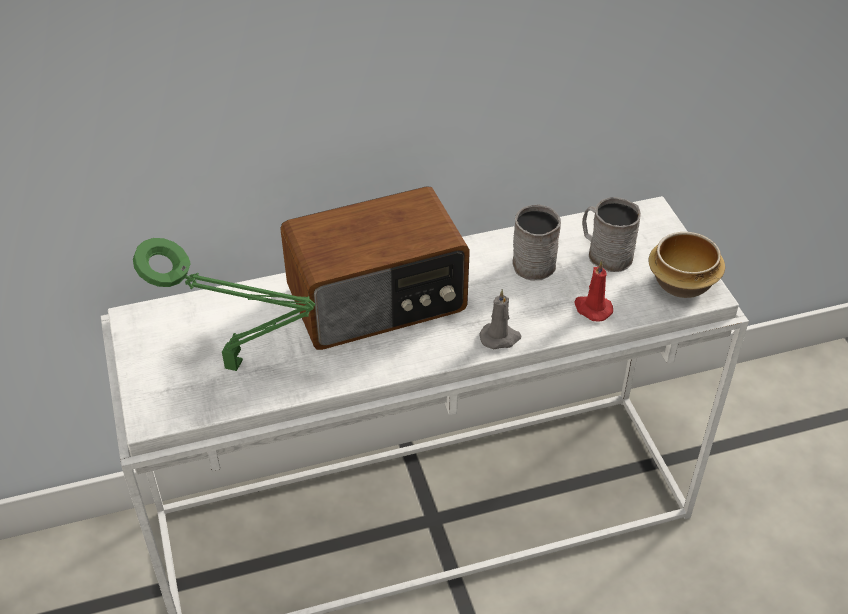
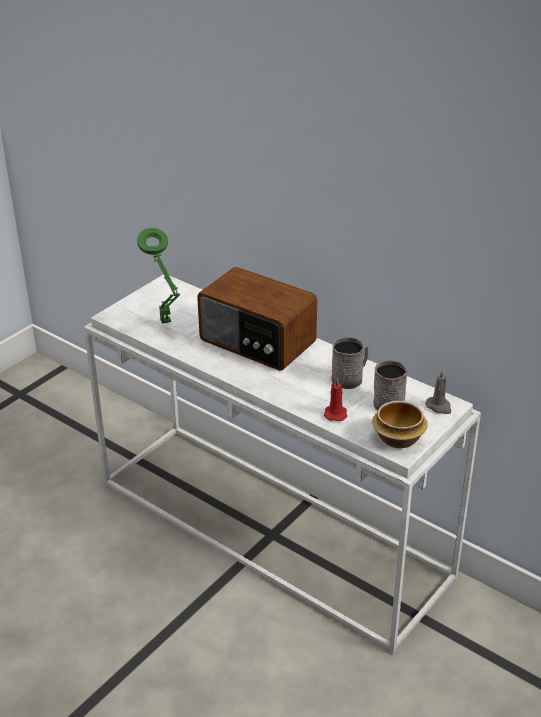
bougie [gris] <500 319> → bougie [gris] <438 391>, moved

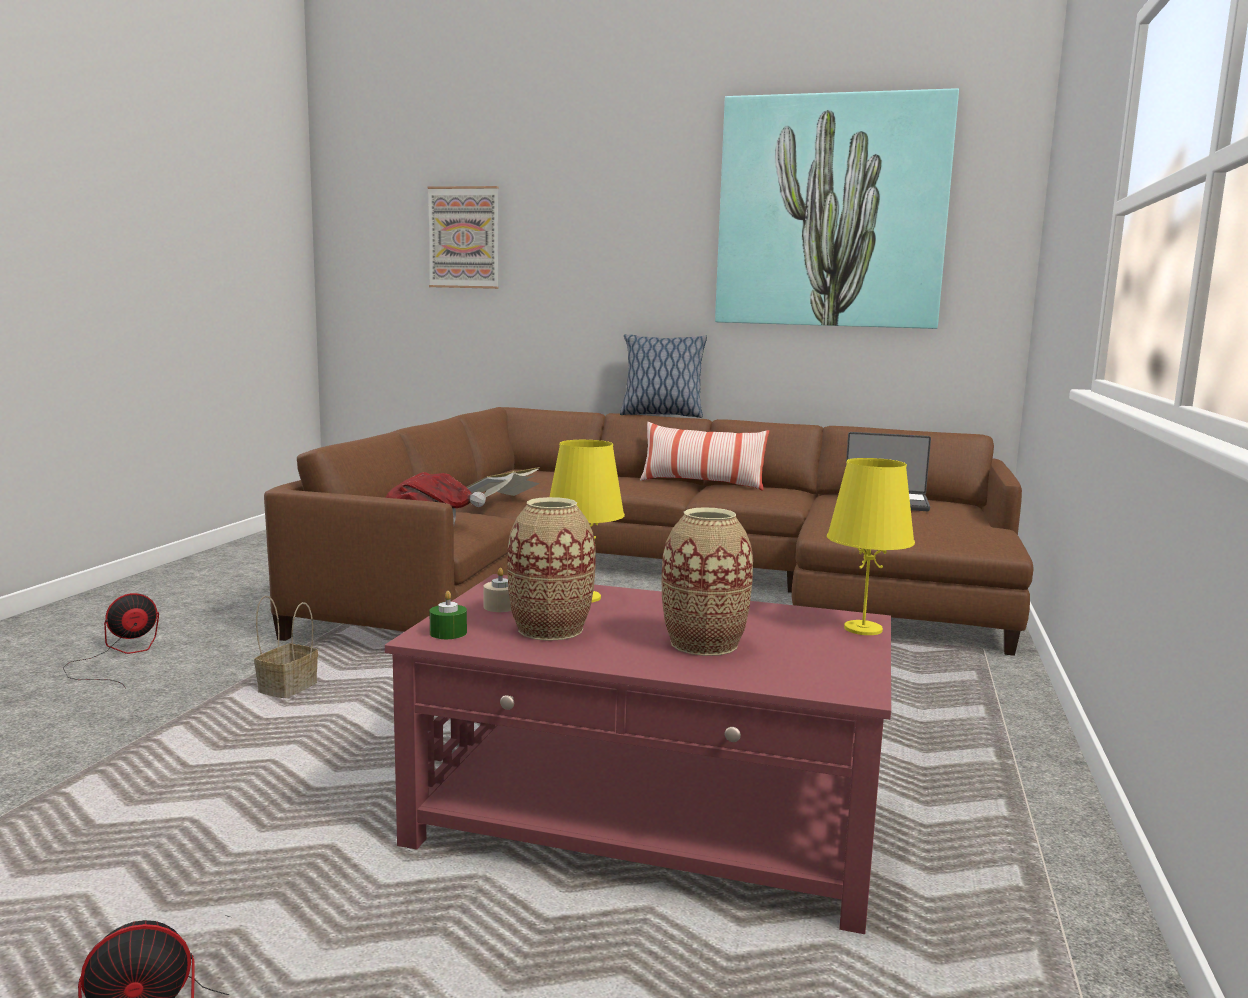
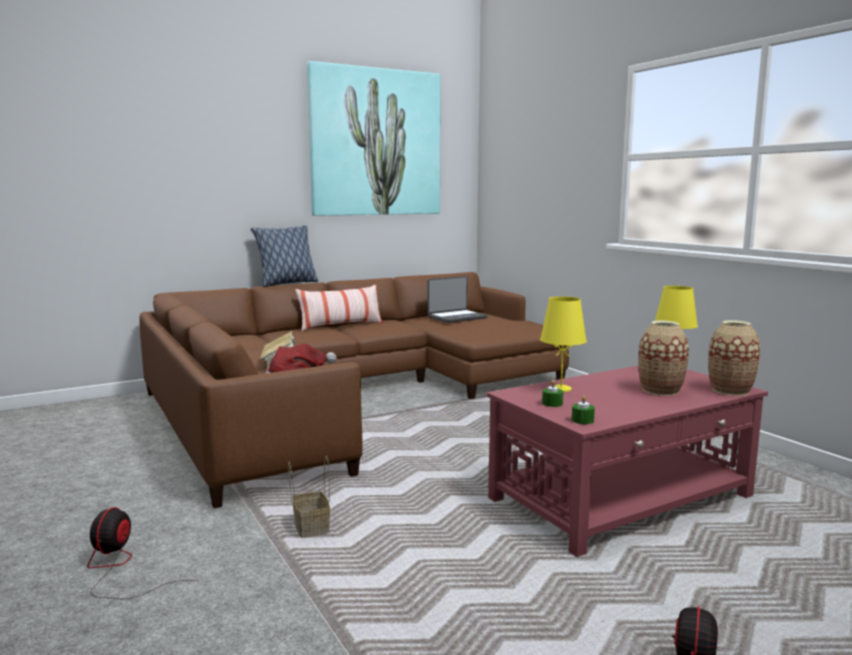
bougie [beige] <497 590> → bougie [vert] <552 393>
vase <551 569> → vase <734 358>, moved
tableau <463 237> → -

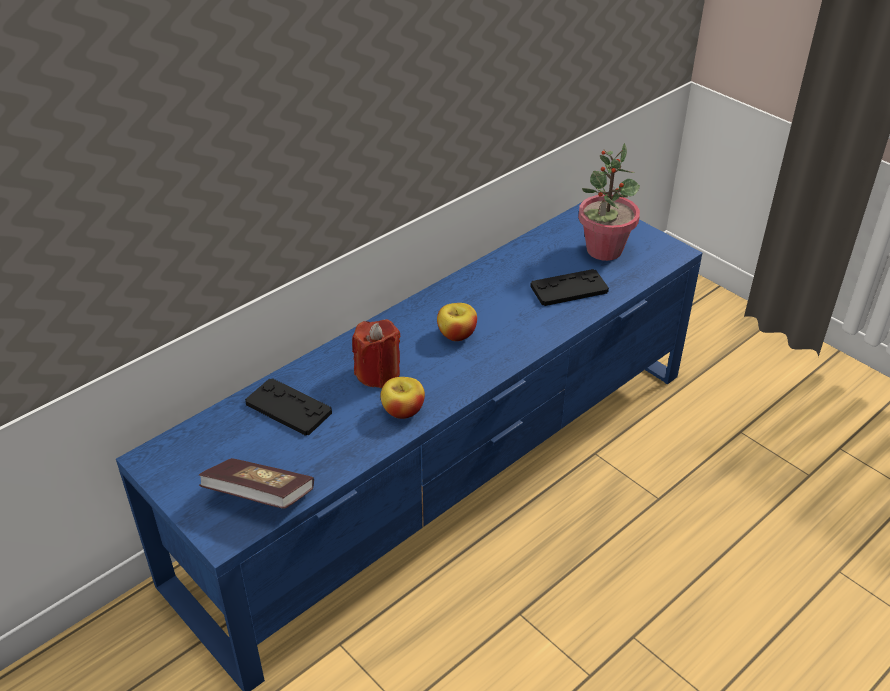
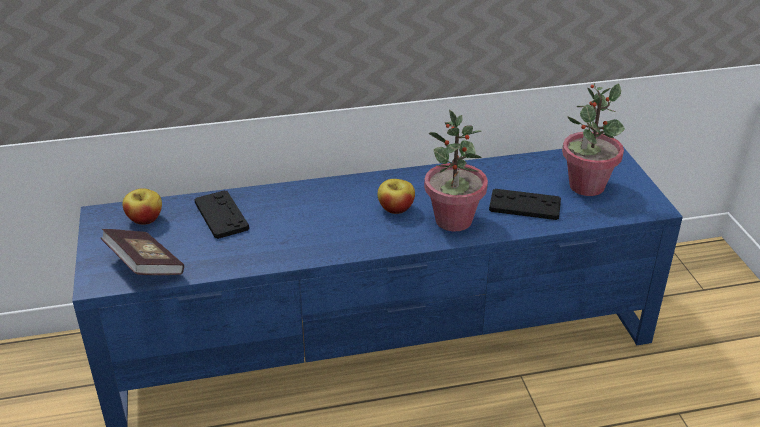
pomme <402 398> → pomme <142 206>, moved
- → plante en pot <456 171>
bougie [rouge] <376 353> → -

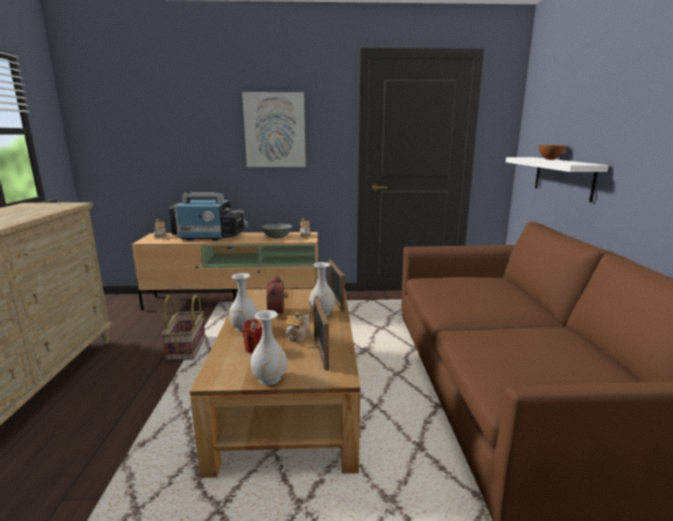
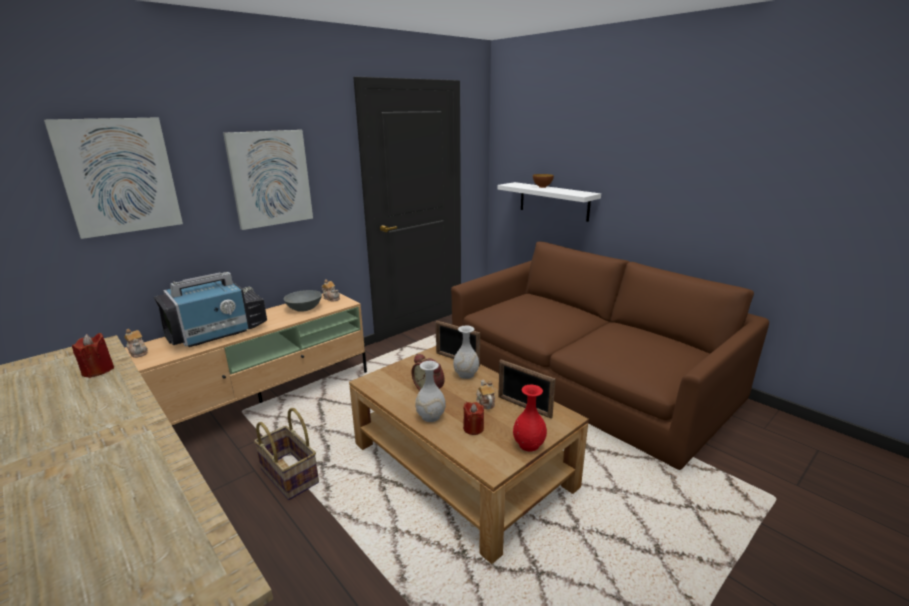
- → tableau <113 178>
- → bougie [rouge] <93 355>
vase [blanc] <269 347> → vase [rouge] <530 418>

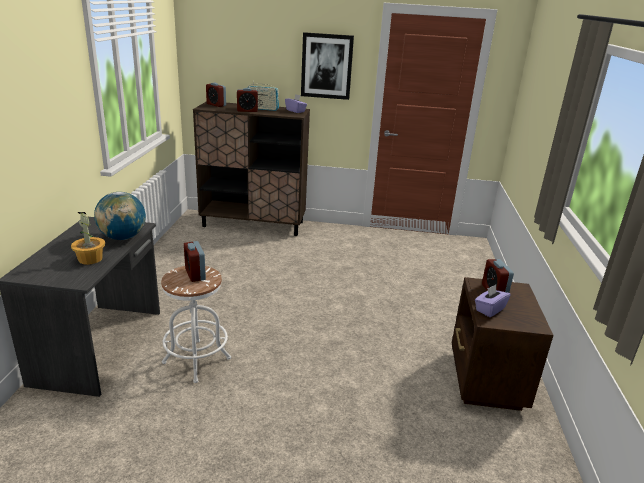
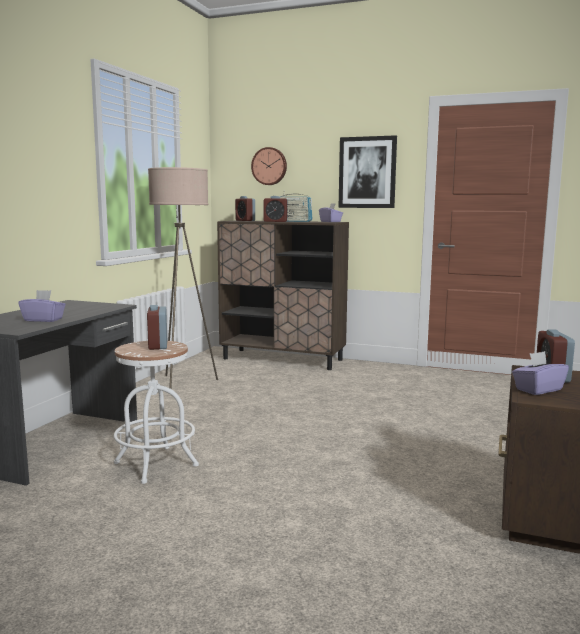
plante en pot <88 238> → boîte à mouchoirs [violet] <42 306>
- → lampadaire [beige] <183 278>
- → horloge murale <269 166>
globe <120 216> → -

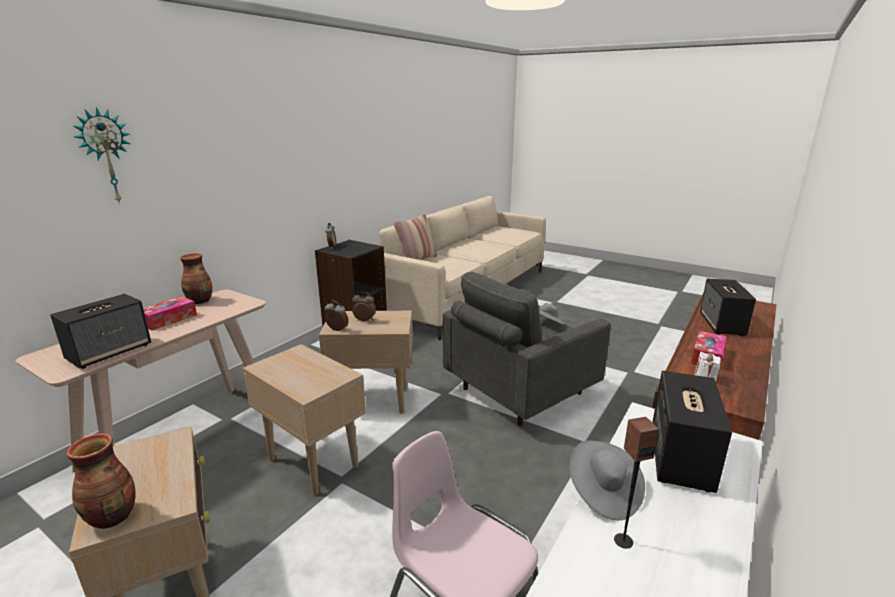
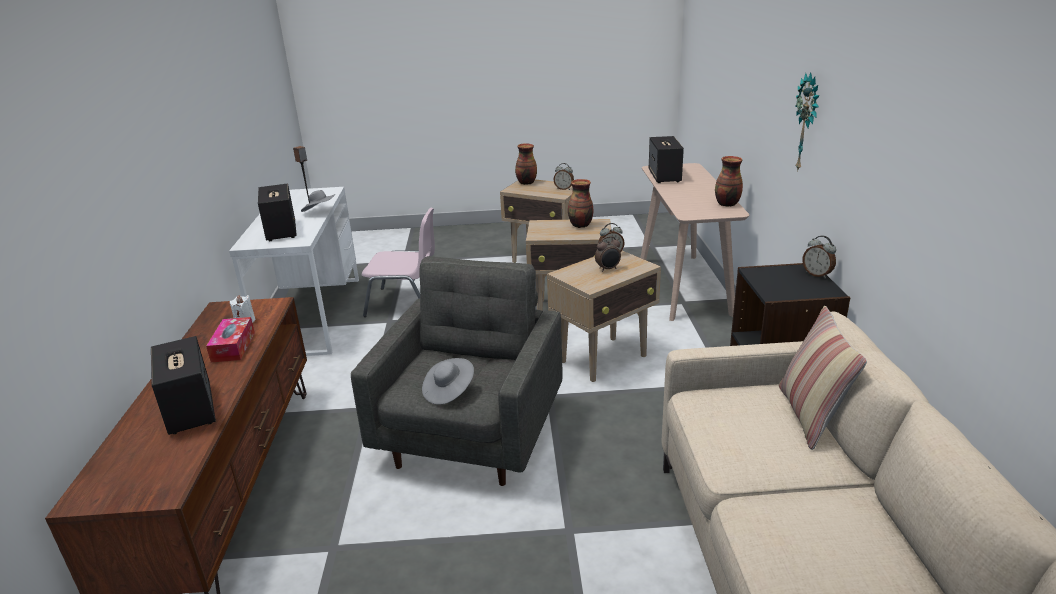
- → réveil <564 176>
- → vase <580 203>
horloge murale <101 155> → horloge murale <807 122>, moved
boîte à mouchoirs <170 313> → -

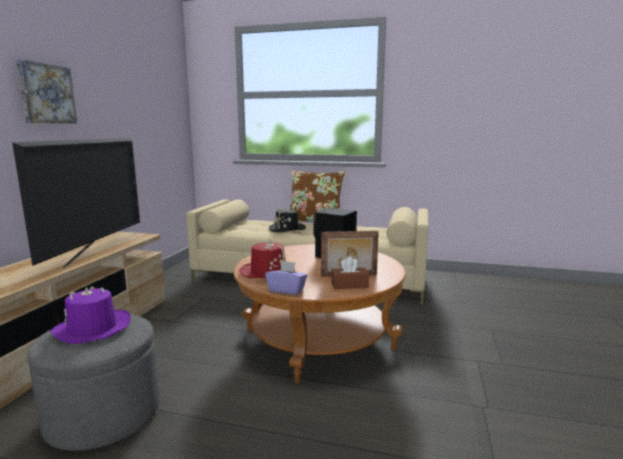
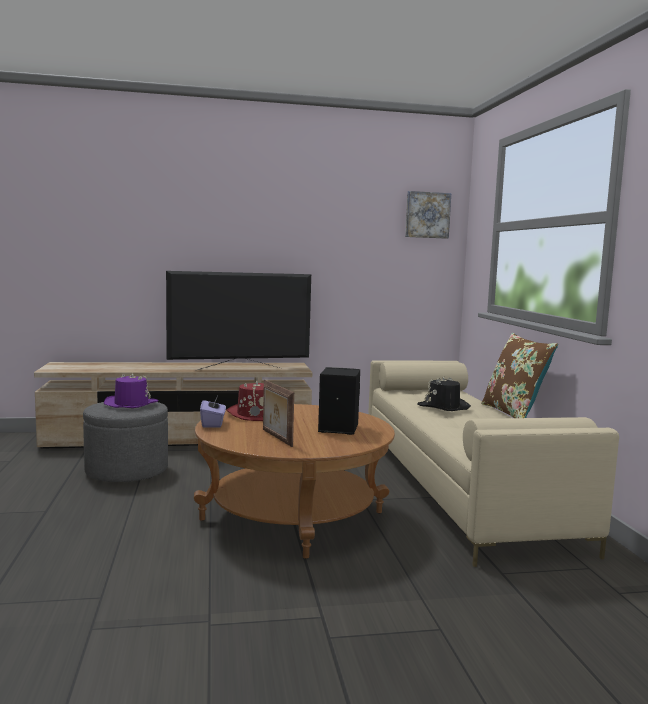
tableau <46 92> → tableau <428 215>, moved
boîte à mouchoirs [marron] <350 273> → -

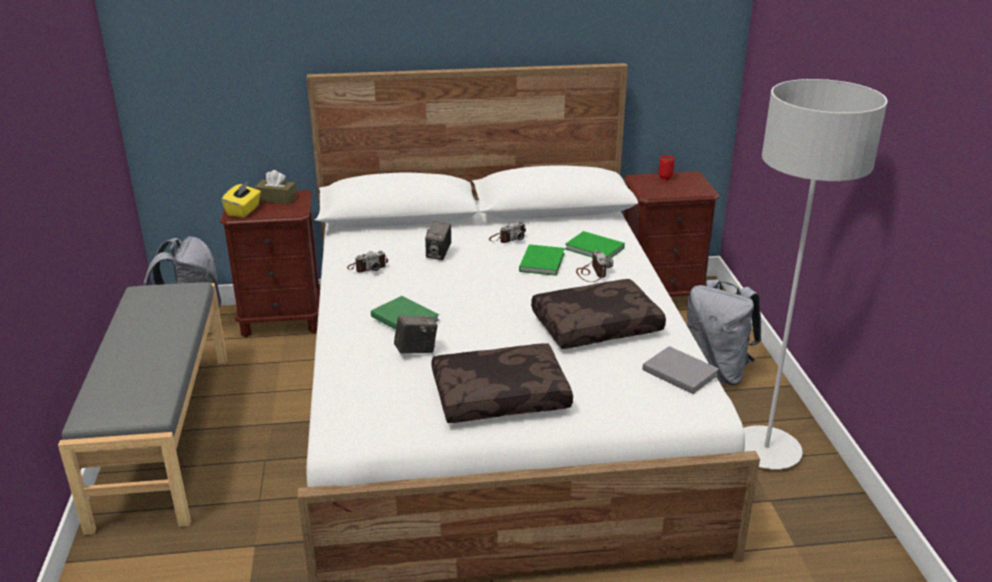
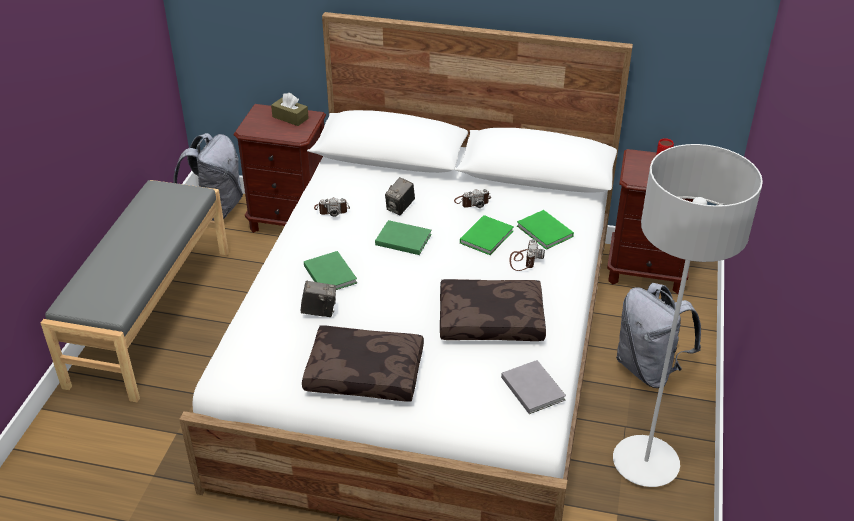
- → livre [vert] <403 237>
boîte à mouchoirs [jaune] <241 199> → -

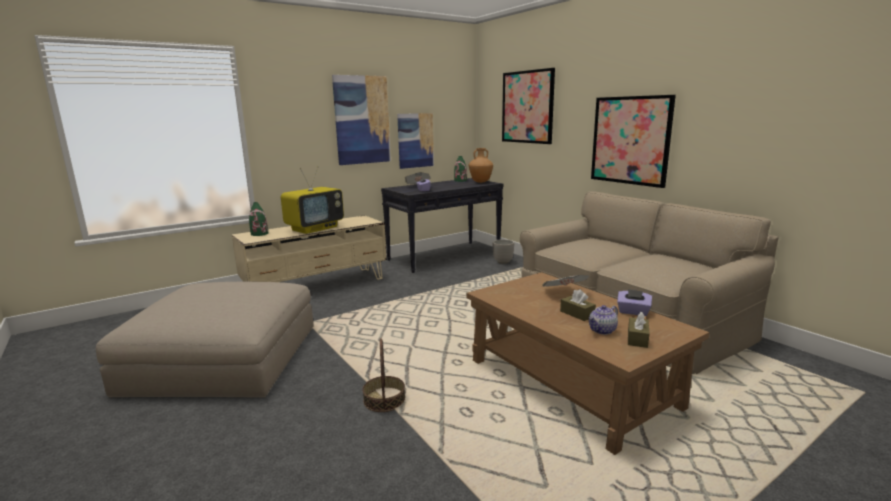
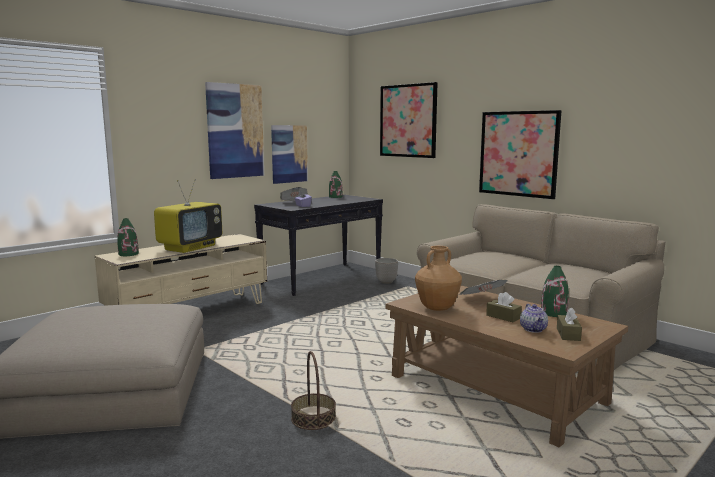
vase [marron] <481 165> → vase [marron] <438 278>, moved
théière <603 320> → théière <534 318>, 45 degrees counterclockwise
boîte à mouchoirs [violet] <634 302> → vase [vert] <555 291>

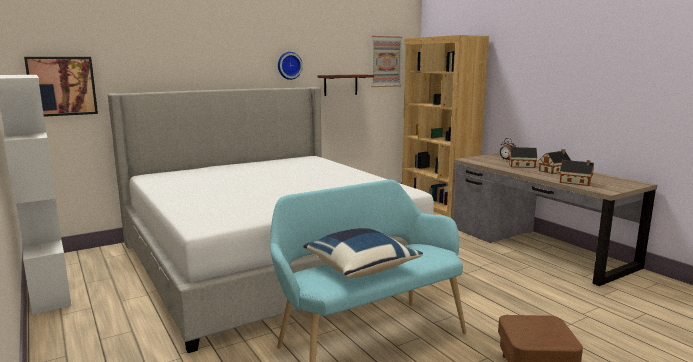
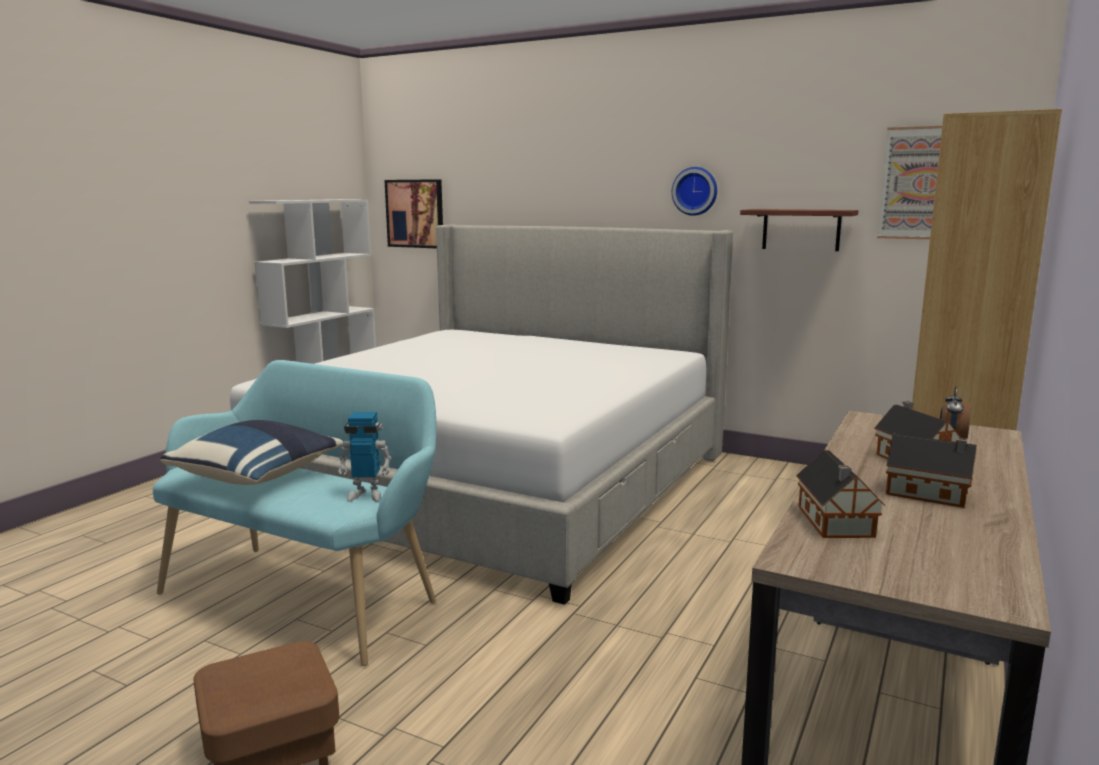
- → robot jouet <364 457>

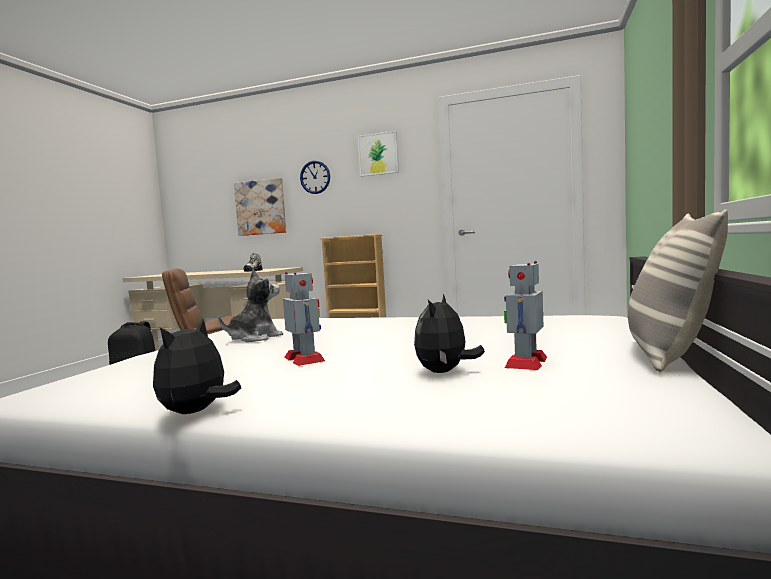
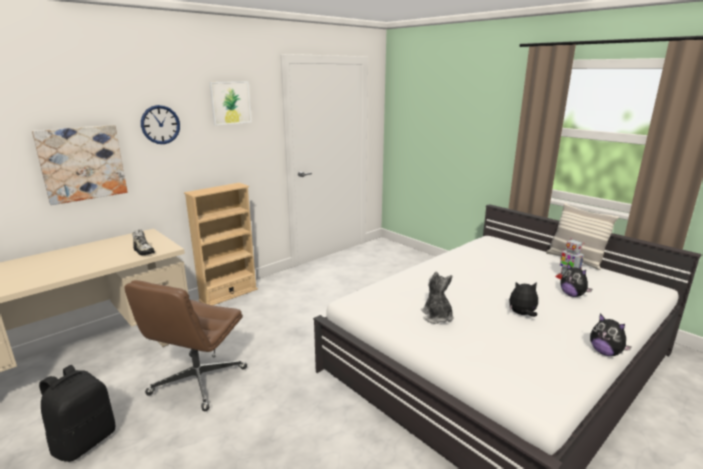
robot jouet <304 319> → peluche <523 299>

